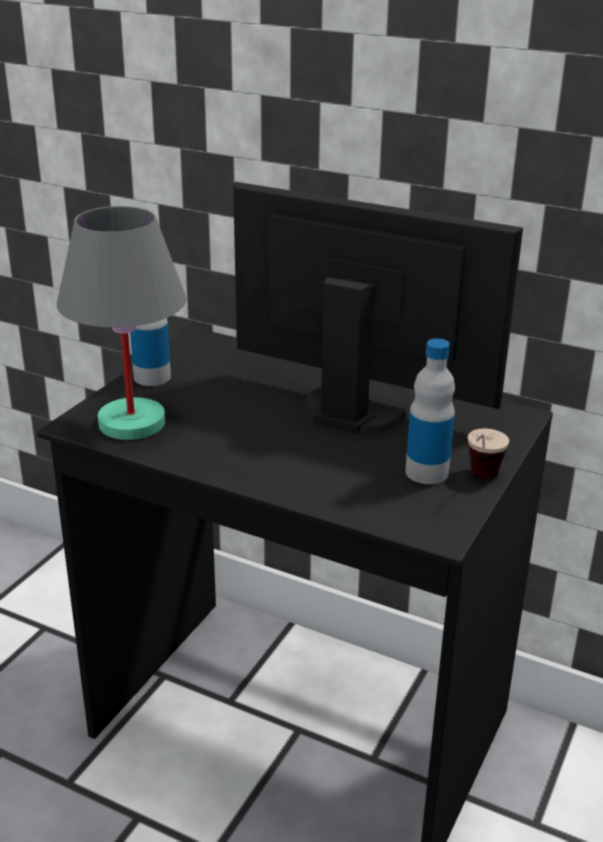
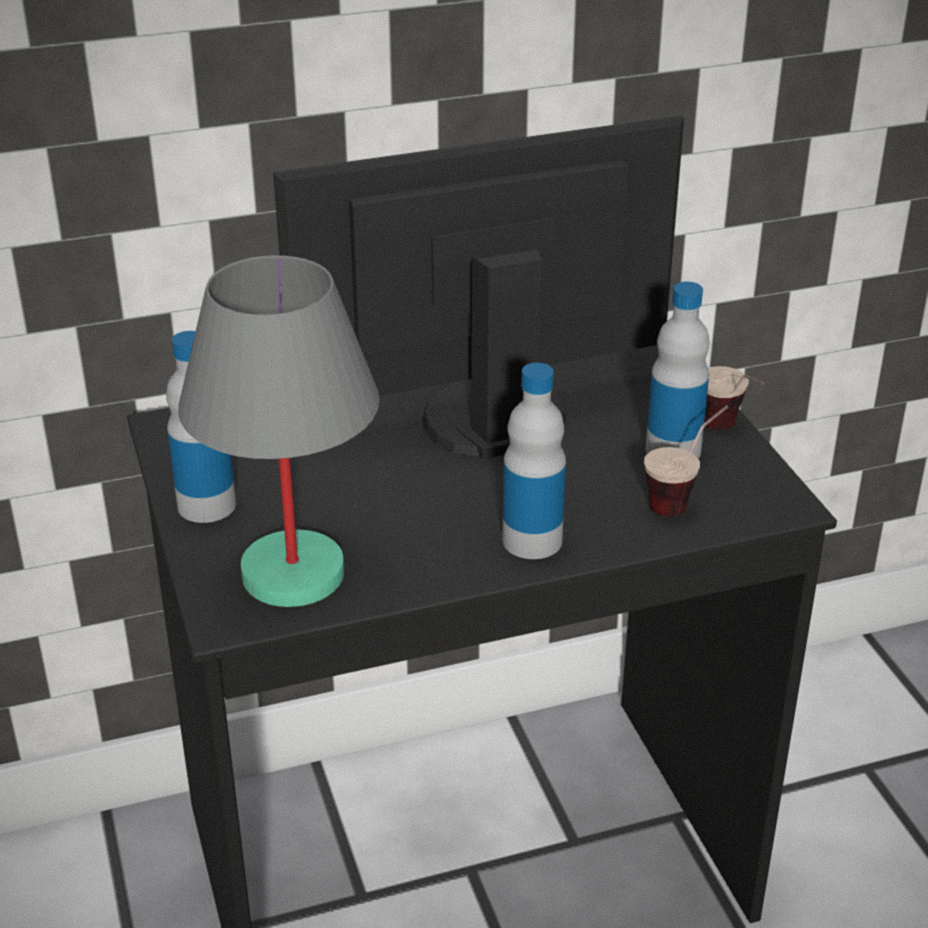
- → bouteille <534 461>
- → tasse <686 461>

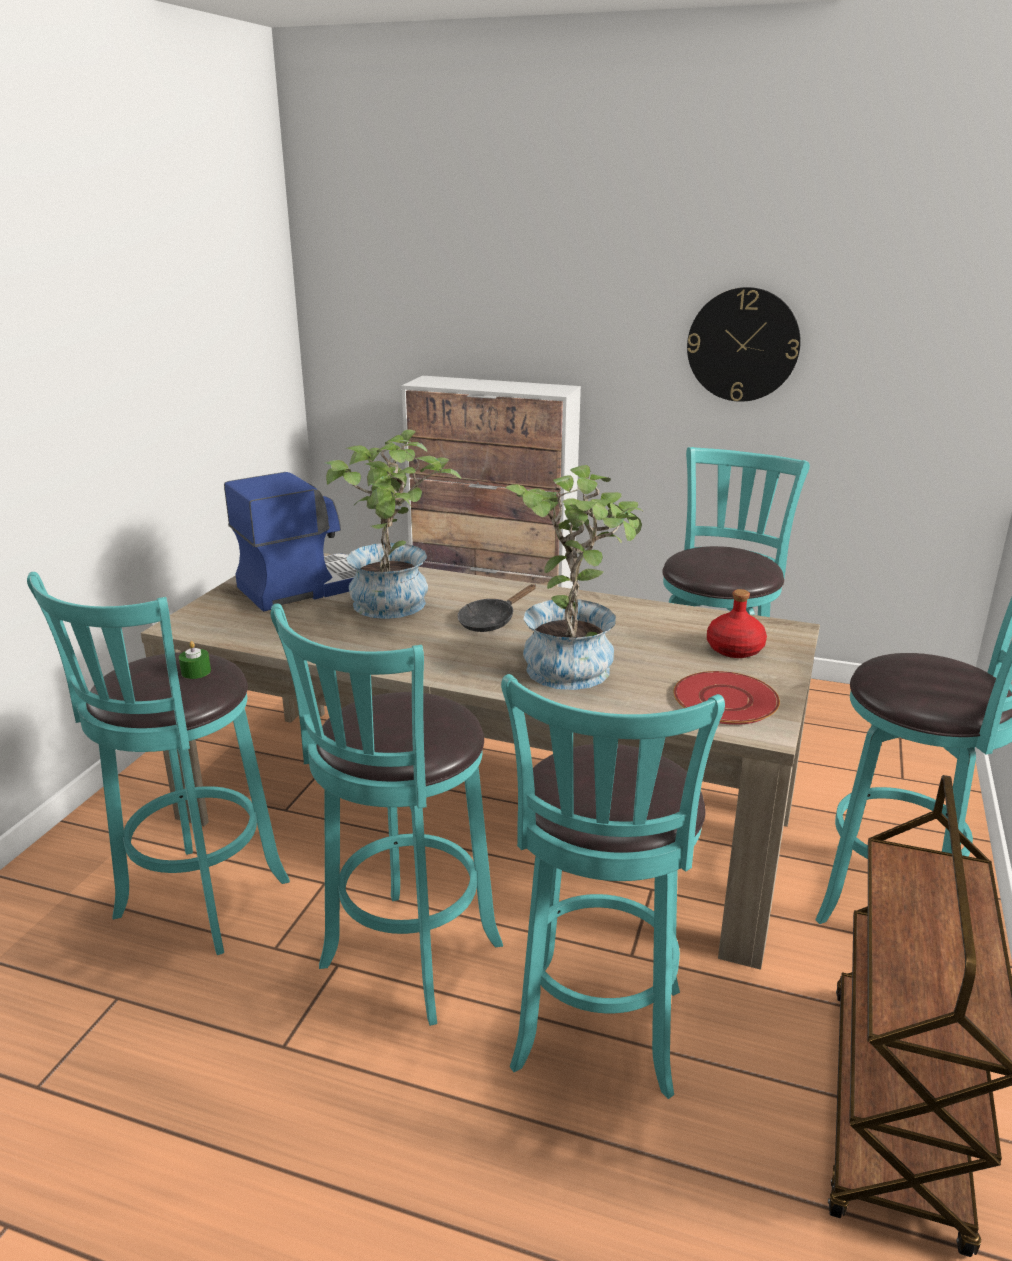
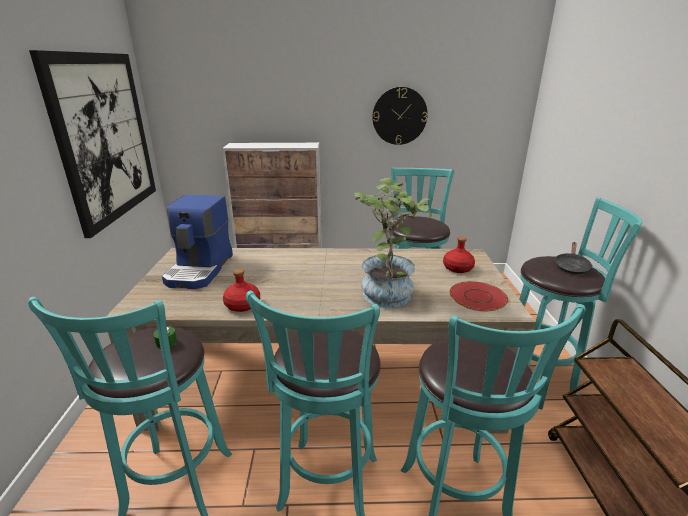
- → tableau <92 144>
machine à café <290 542> → machine à café <197 242>, 150 degrees clockwise
- → bouteille [rouge] <241 290>
poêle [noir] <497 608> → poêle [noir] <573 258>, moved
plante en pot <393 524> → -

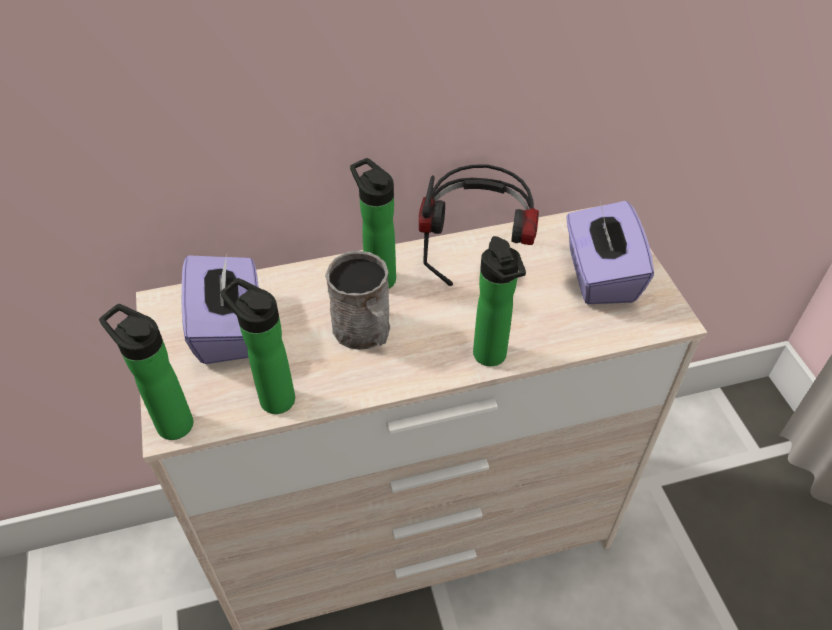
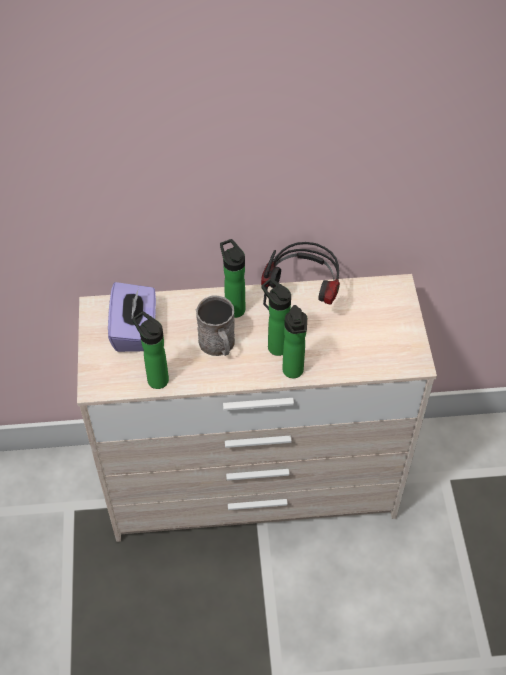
bouteille <146 372> → bouteille <276 317>, moved
boîte à mouchoirs [violet] <610 252> → -

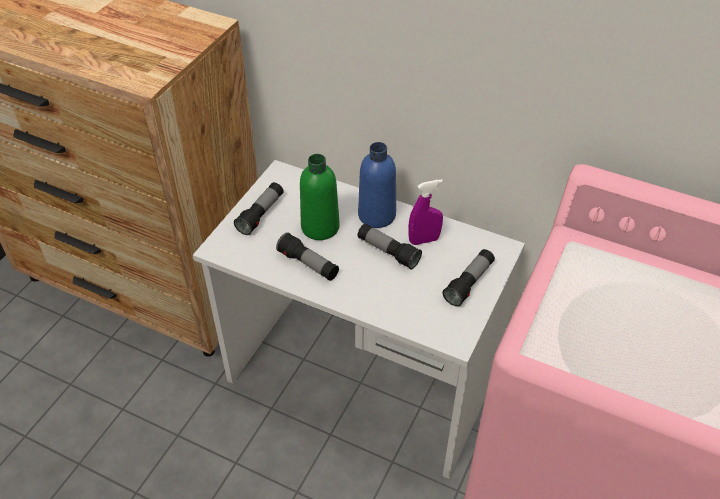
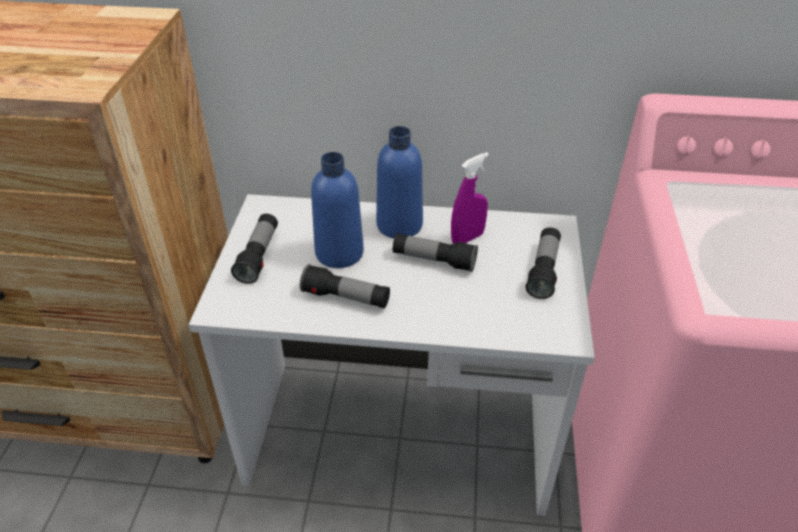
bouteille [vert] <320 197> → bouteille [bleu] <337 210>

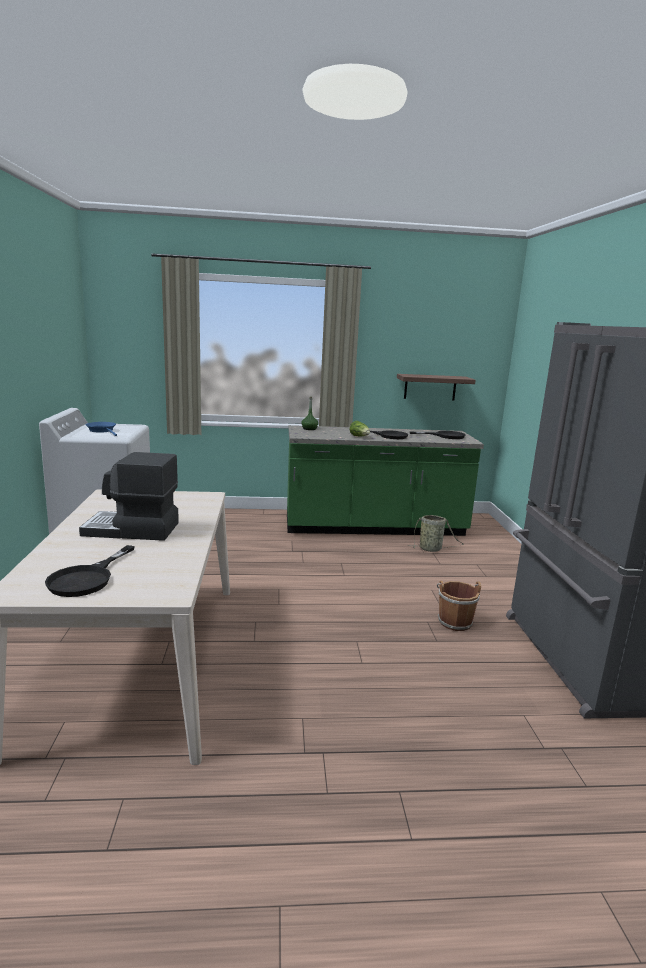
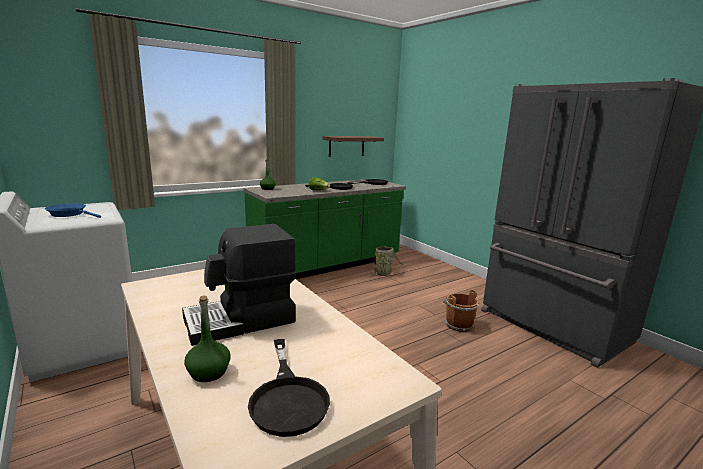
- → bouteille [vert] <207 339>

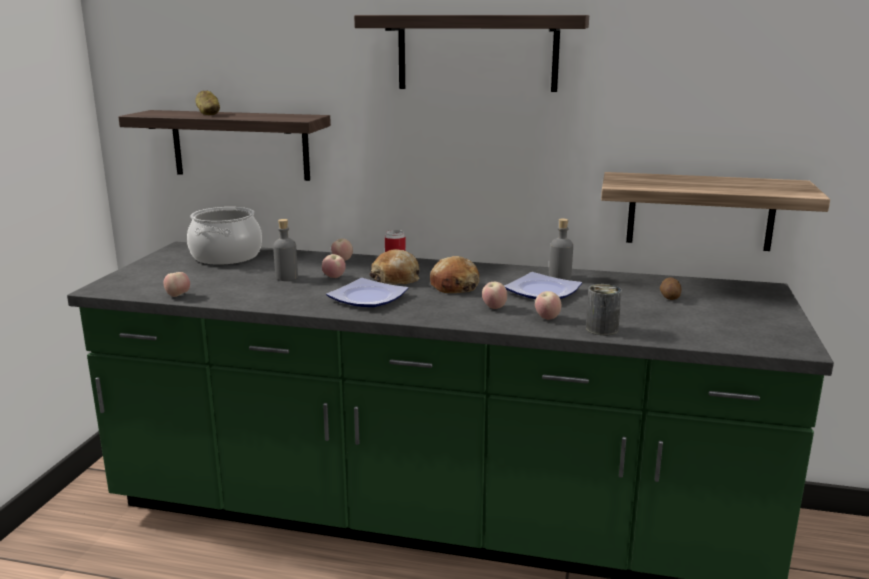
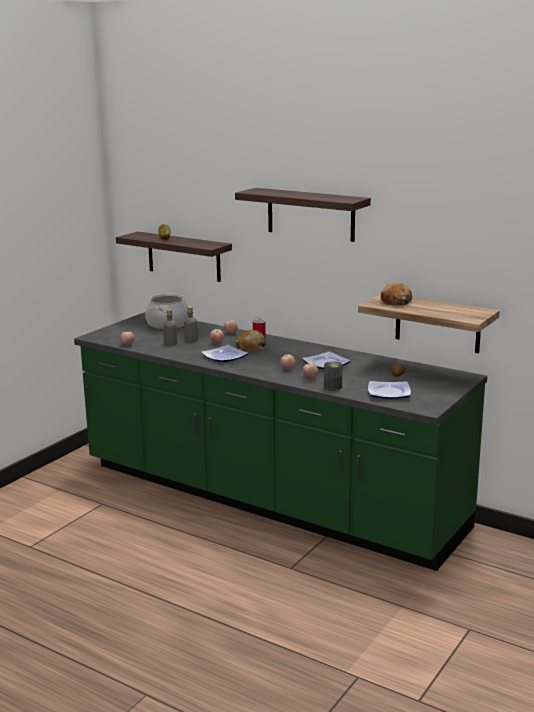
bouteille [gris] <561 249> → bouteille [gris] <170 327>, moved
- → assiette <389 390>
pain <455 274> → pain <396 293>, moved

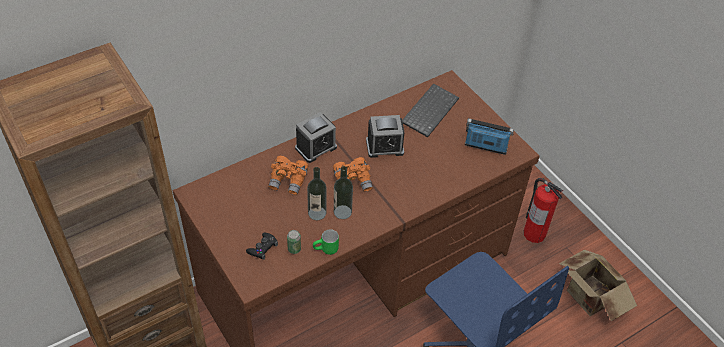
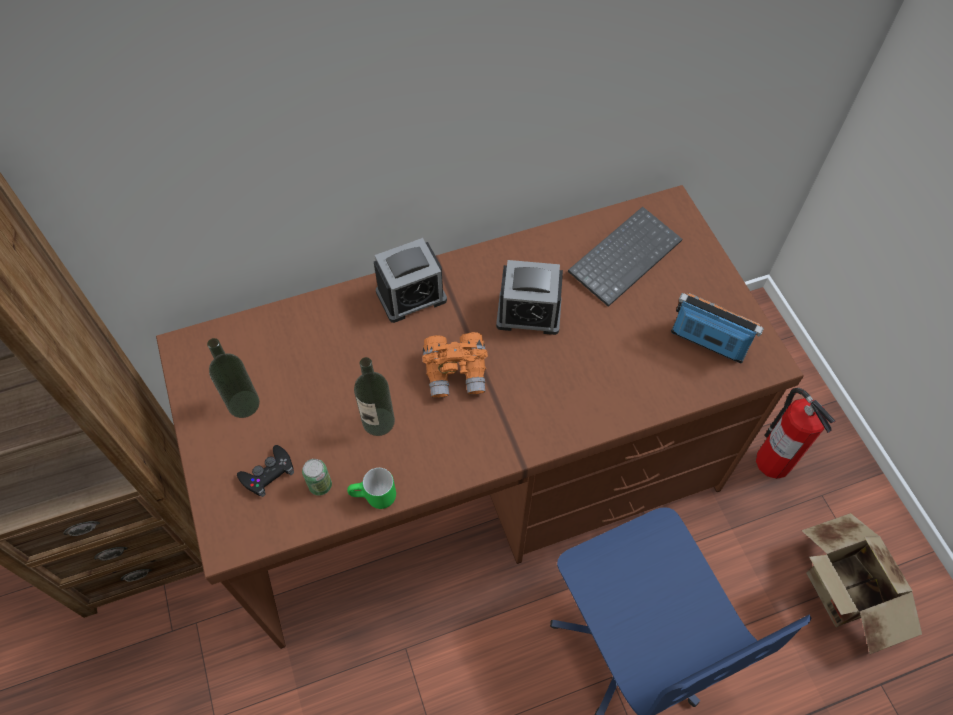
bouteille <343 192> → bouteille <233 378>, moved
jumelles [orange] <288 175> → -

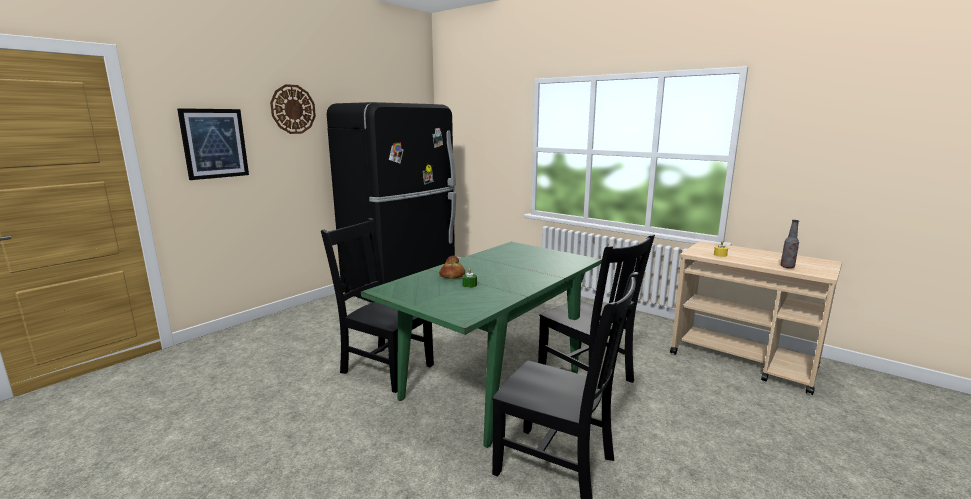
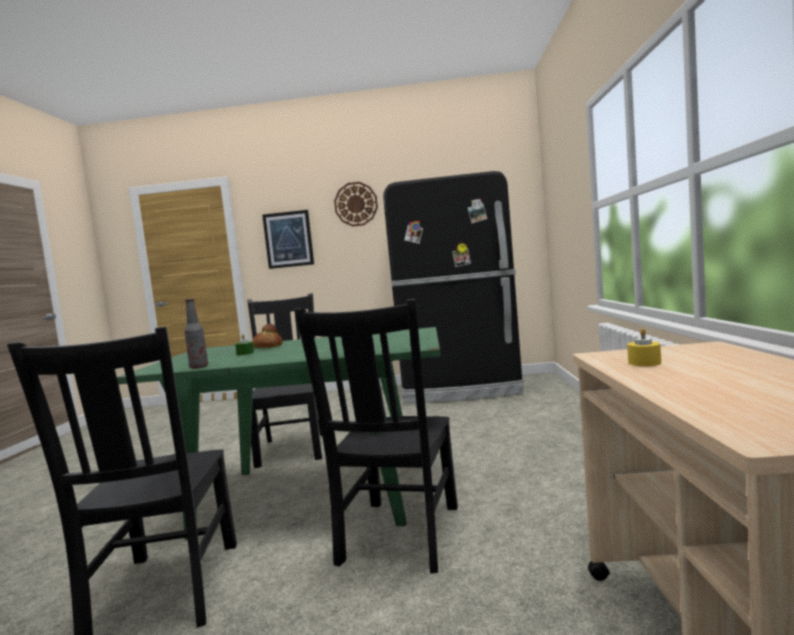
bouteille <789 244> → bouteille <196 334>, moved

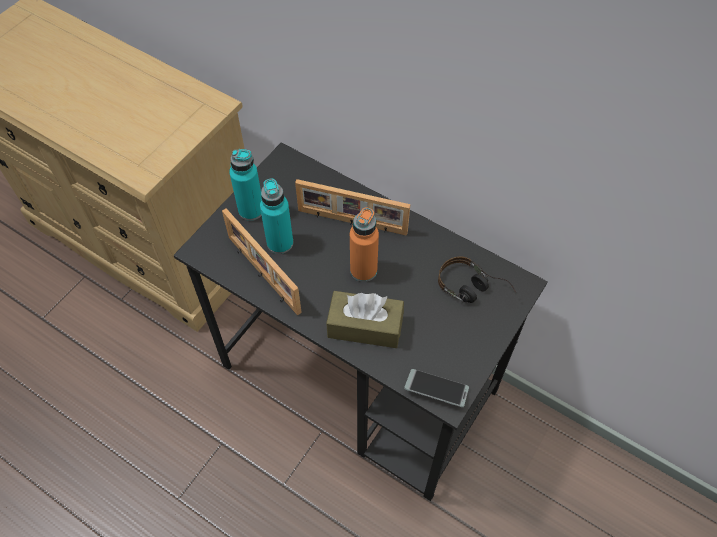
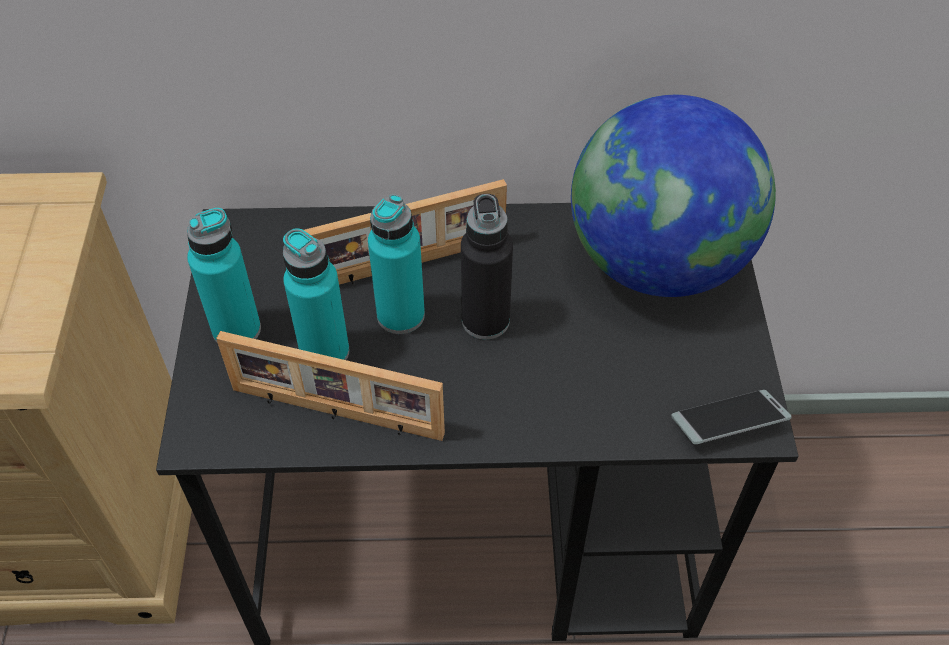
- → bouteille [turquoise] <396 264>
bouteille [orange] <364 244> → bouteille [noir] <487 267>
casque audio <477 280> → globe <673 196>
boîte à mouchoirs [marron] <365 319> → -

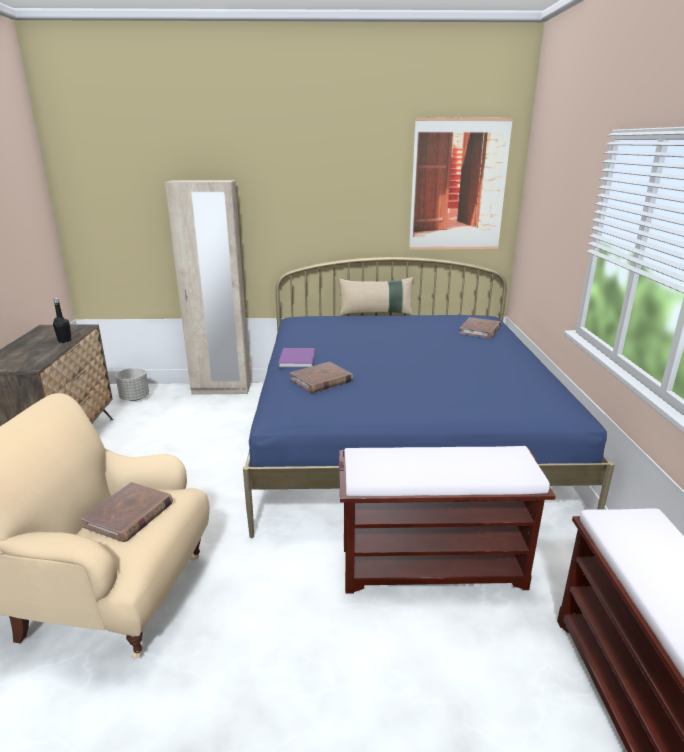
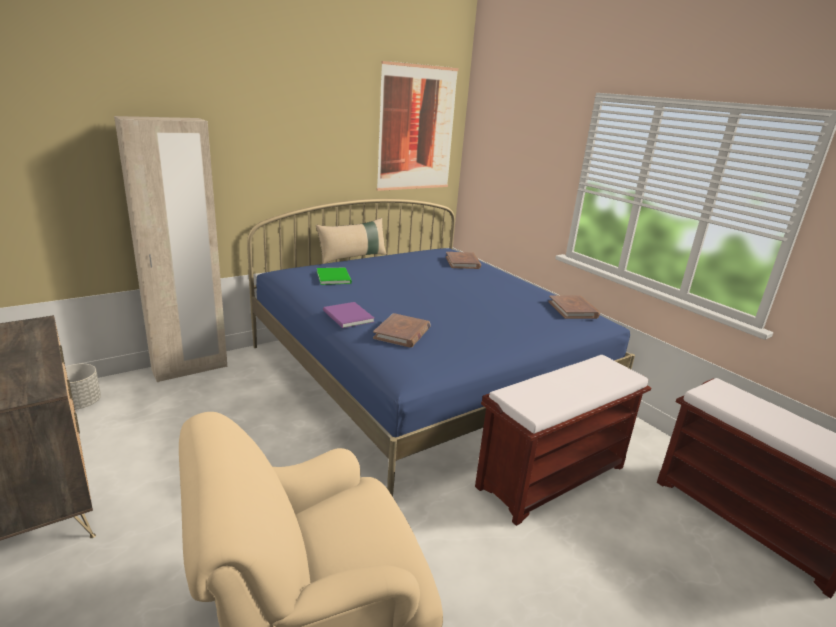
- → livre [vert] <334 276>
livre [marron] <127 512> → livre [marron] <574 307>, moved
bouteille [noir] <62 320> → -

